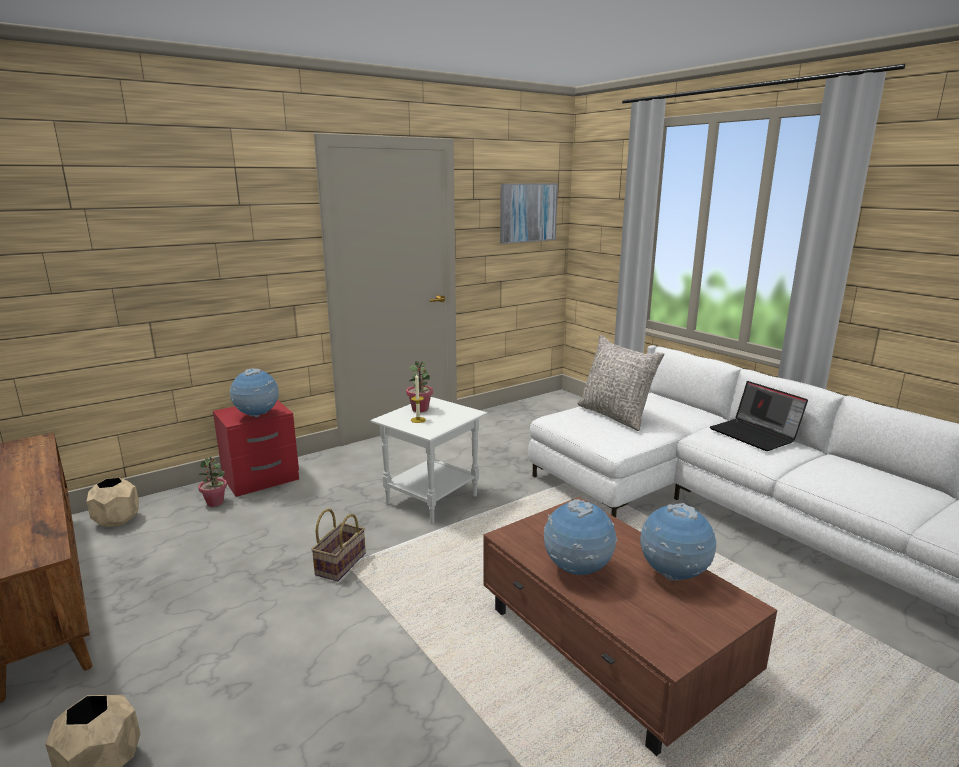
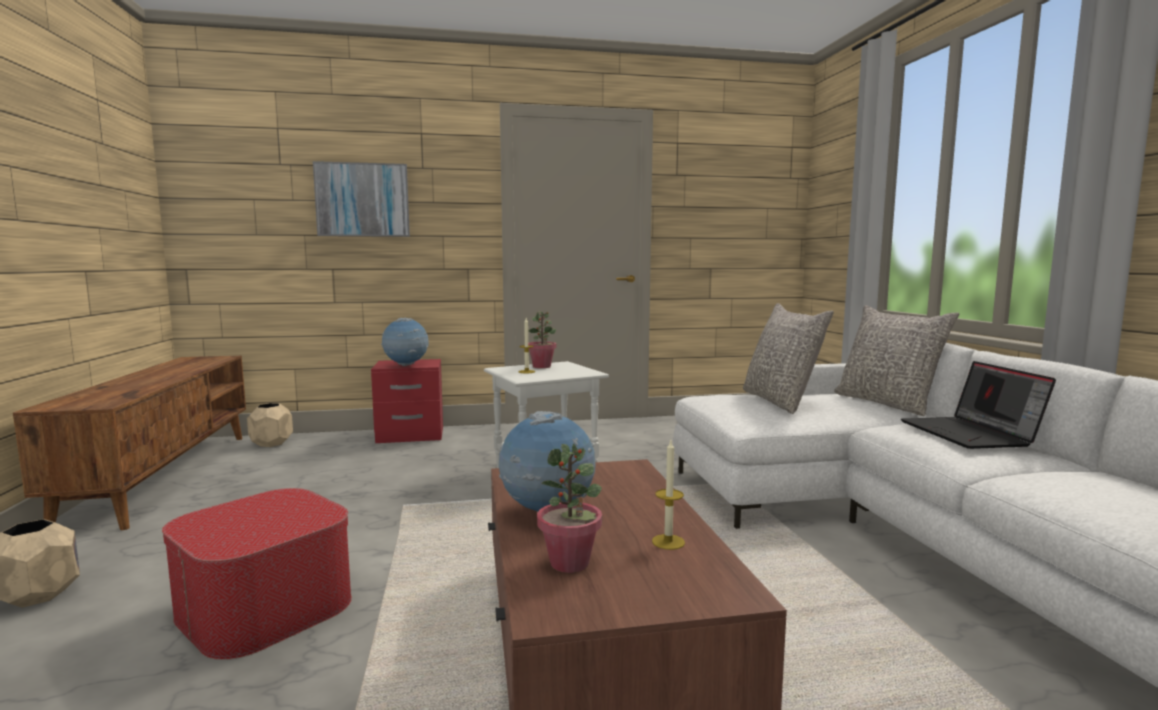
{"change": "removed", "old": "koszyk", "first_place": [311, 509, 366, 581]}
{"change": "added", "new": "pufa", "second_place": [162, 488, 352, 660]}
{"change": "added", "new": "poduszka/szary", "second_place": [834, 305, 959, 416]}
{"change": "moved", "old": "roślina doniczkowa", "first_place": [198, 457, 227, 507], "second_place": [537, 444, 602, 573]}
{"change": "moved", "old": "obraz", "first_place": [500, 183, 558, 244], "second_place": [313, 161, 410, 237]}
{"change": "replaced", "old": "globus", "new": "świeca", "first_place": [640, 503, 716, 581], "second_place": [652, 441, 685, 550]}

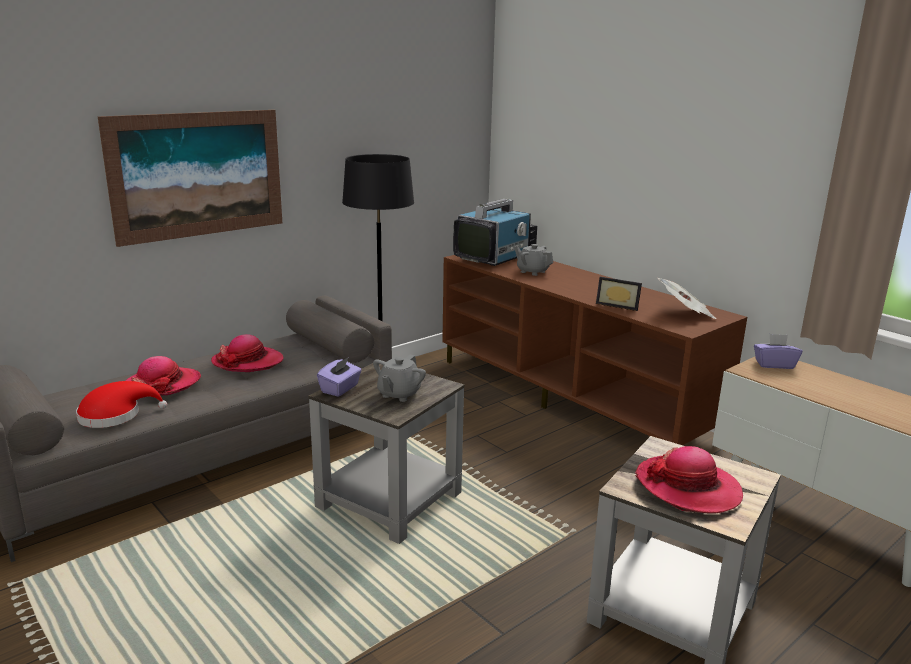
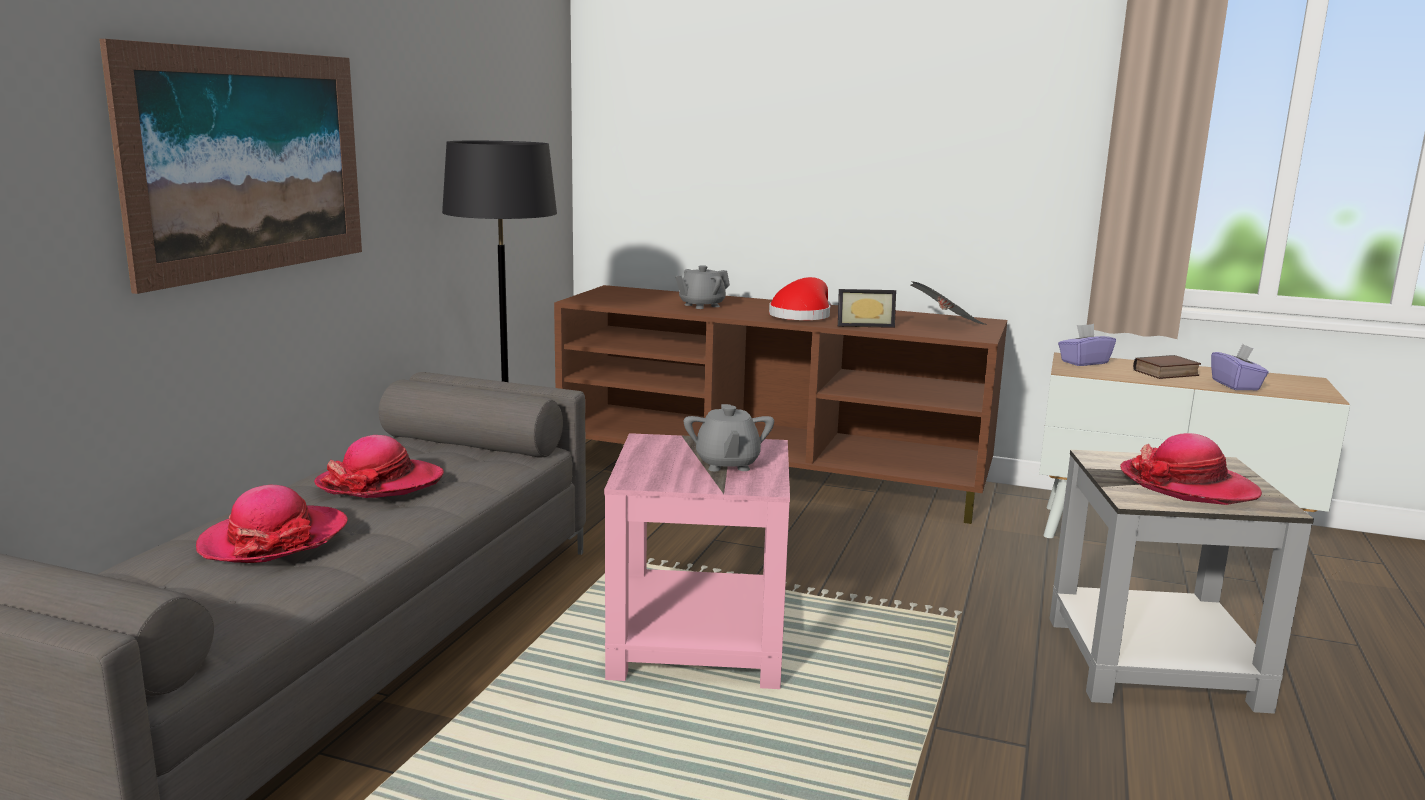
{"change": "removed", "old": "telewizor", "first_place": [453, 199, 537, 266]}
{"change": "added", "new": "książka", "second_place": [1133, 355, 1201, 379]}
{"change": "moved", "old": "kapelusz/czerwony", "first_place": [76, 381, 167, 428], "second_place": [769, 277, 831, 320]}
{"change": "moved", "old": "pudełko chusteczek/fioletowy", "first_place": [317, 357, 362, 397], "second_place": [1211, 344, 1269, 390]}
{"change": "recoloured", "old": "stolik/szary", "new": "stolik/różowy", "first_place": [308, 361, 465, 544], "second_place": [604, 433, 790, 689]}
{"change": "turned", "old": "imbryk/szary", "first_place": [514, 244, 553, 276], "second_place": [675, 265, 730, 309], "degrees": -45}

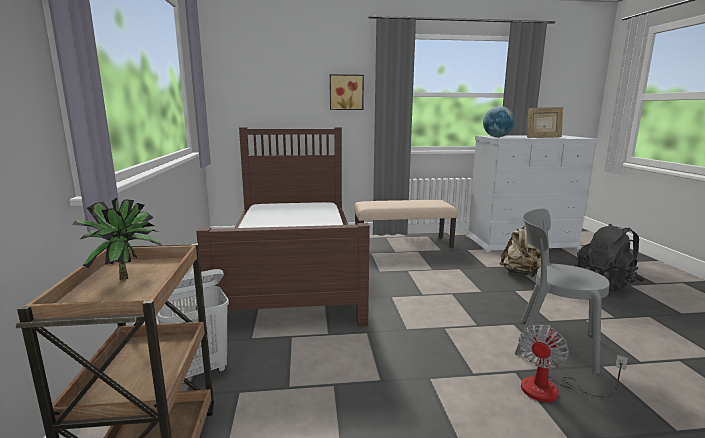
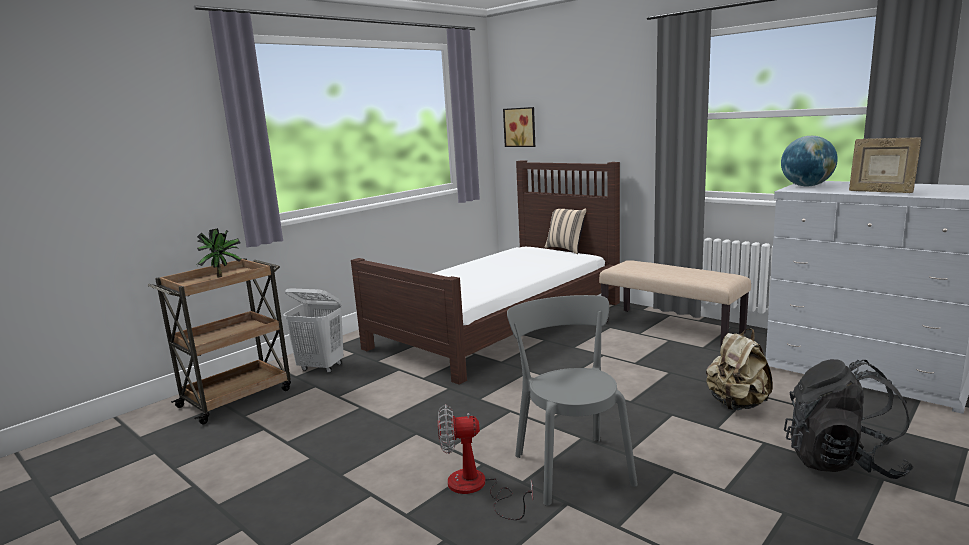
{"change": "added", "new": "poduszka/beżowy", "second_place": [545, 209, 586, 254]}
{"change": "moved", "old": "obraz", "first_place": [330, 74, 364, 110], "second_place": [503, 107, 535, 147]}

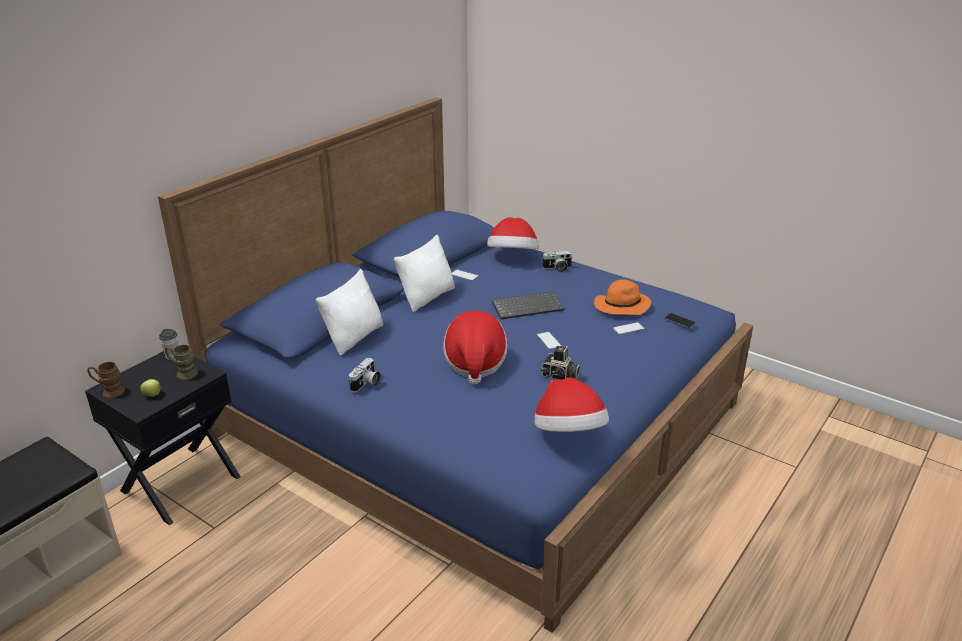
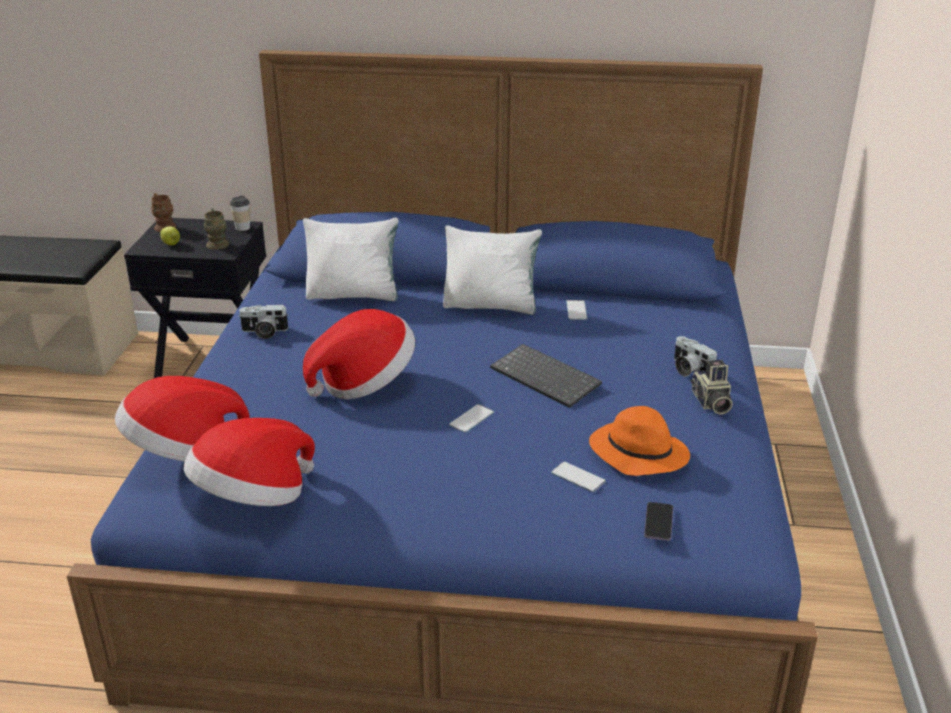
{"change": "moved", "old": "kapelusz", "first_place": [487, 217, 539, 249], "second_place": [115, 376, 250, 461]}
{"change": "moved", "old": "aparat fotograficzny", "first_place": [541, 346, 580, 380], "second_place": [690, 360, 733, 415]}

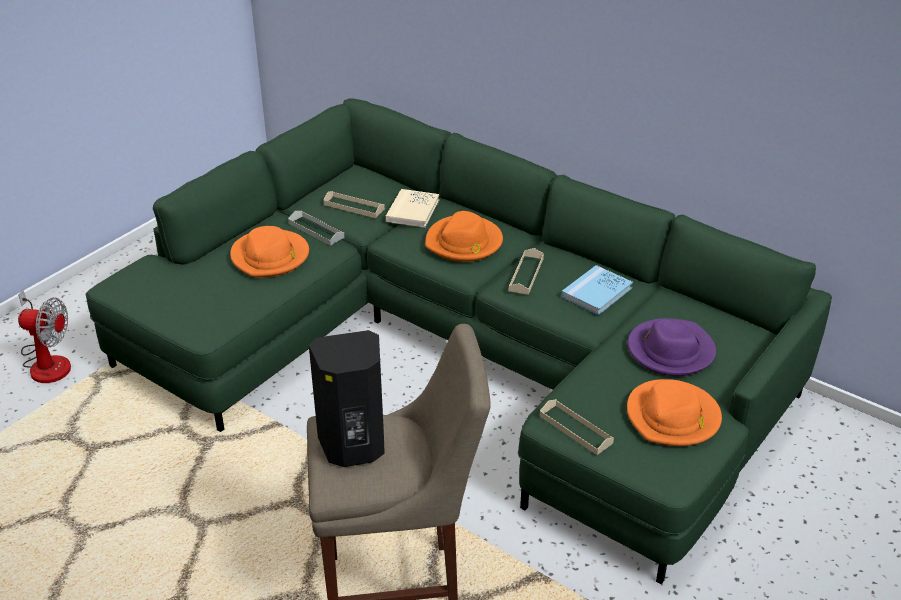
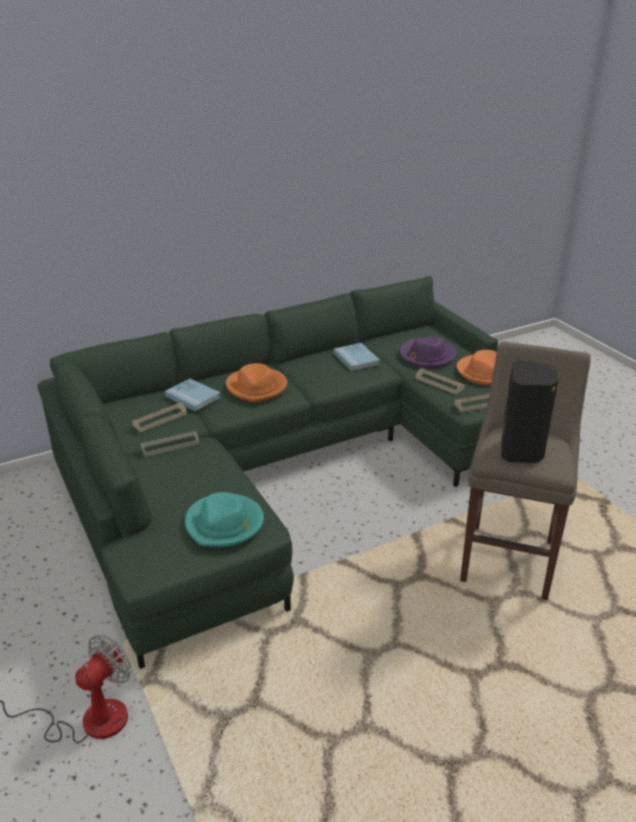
{"change": "removed", "old": "kapelusz/pomarańczowy", "first_place": [230, 226, 309, 278]}
{"change": "added", "new": "kapelusz/turkusowy", "second_place": [185, 492, 264, 547]}
{"change": "moved", "old": "taca/beżowy", "first_place": [509, 248, 544, 295], "second_place": [416, 368, 465, 395]}
{"change": "recoloured", "old": "książka/beżowy", "new": "książka/niebieski", "first_place": [386, 189, 439, 228], "second_place": [165, 379, 221, 411]}

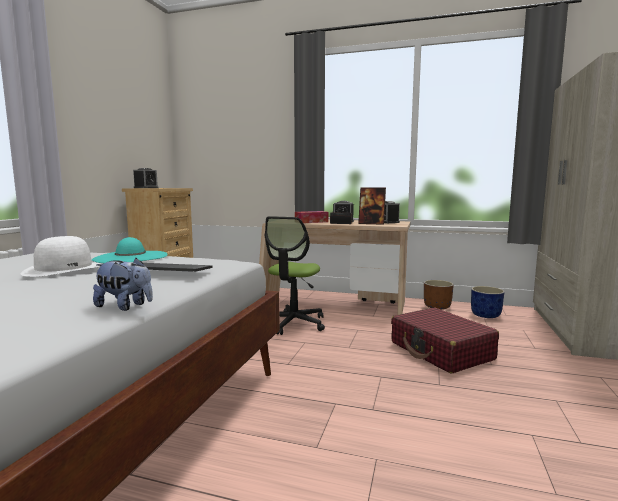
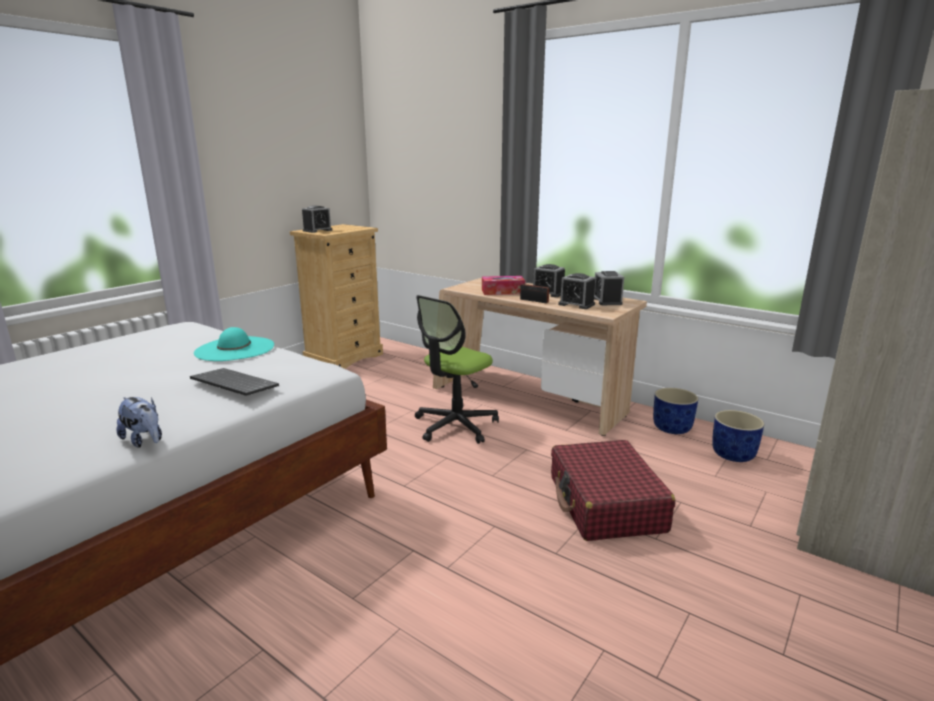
{"change": "removed", "old": "kapelusz/biały", "first_place": [21, 236, 101, 277]}
{"change": "replaced", "old": "ramka na zdjęcie", "new": "budzik", "first_place": [358, 187, 386, 225], "second_place": [558, 273, 595, 309]}
{"change": "recoloured", "old": "donica/brązowy", "new": "donica/niebieski", "first_place": [424, 280, 454, 310], "second_place": [653, 388, 698, 434]}

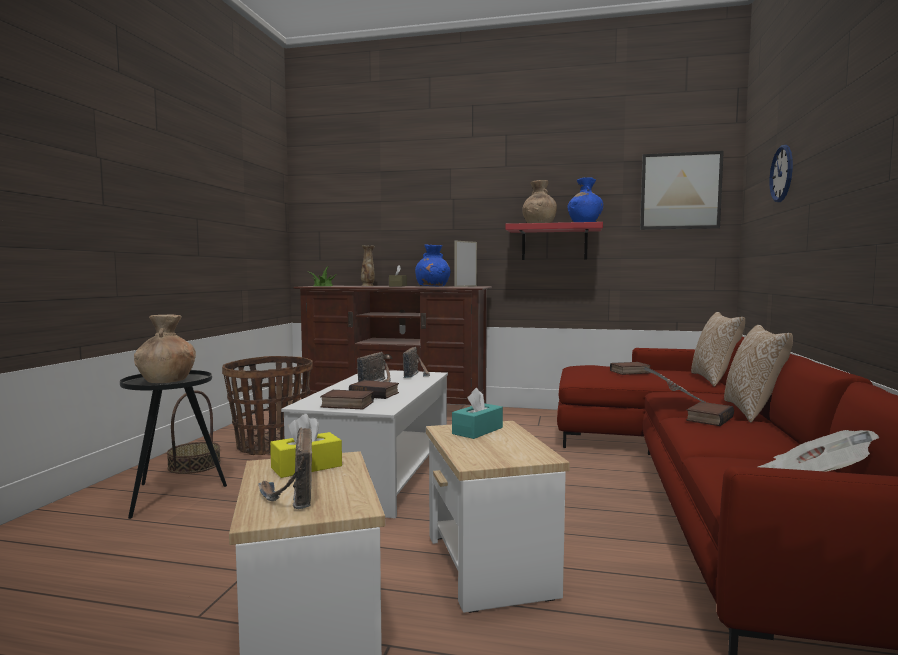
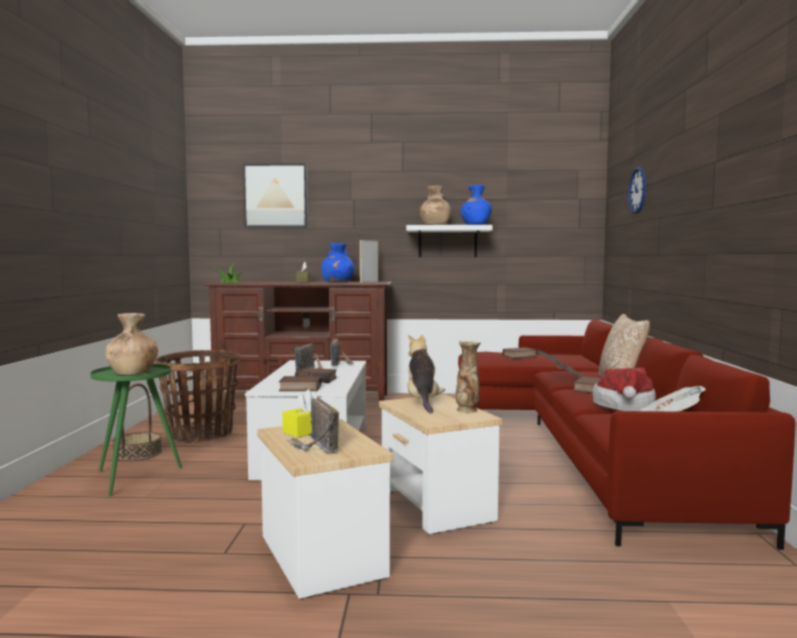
{"change": "removed", "old": "poduszka", "first_place": [691, 312, 745, 387]}
{"change": "added", "new": "kapelusz", "second_place": [592, 367, 656, 411]}
{"change": "moved", "old": "wazon", "first_place": [361, 245, 375, 286], "second_place": [456, 341, 480, 413]}
{"change": "moved", "old": "obraz", "first_place": [640, 151, 724, 230], "second_place": [242, 163, 308, 228]}
{"change": "replaced", "old": "pudełko chusteczek/turkusowy", "new": "pluszak", "first_place": [452, 388, 503, 439], "second_place": [407, 335, 445, 413]}
{"change": "recoloured", "old": "stolik/czarny", "new": "stolik/zielony", "first_place": [120, 370, 227, 519], "second_place": [90, 364, 182, 496]}
{"change": "recoloured", "old": "półka/czerwony", "new": "półka/biały", "first_place": [505, 222, 603, 260], "second_place": [406, 225, 493, 257]}

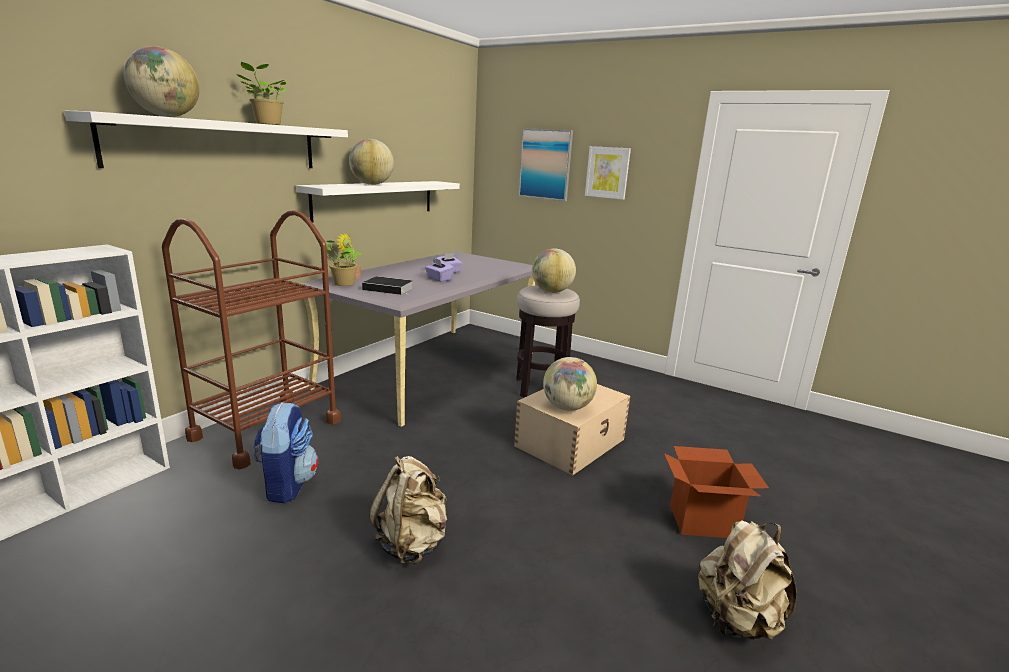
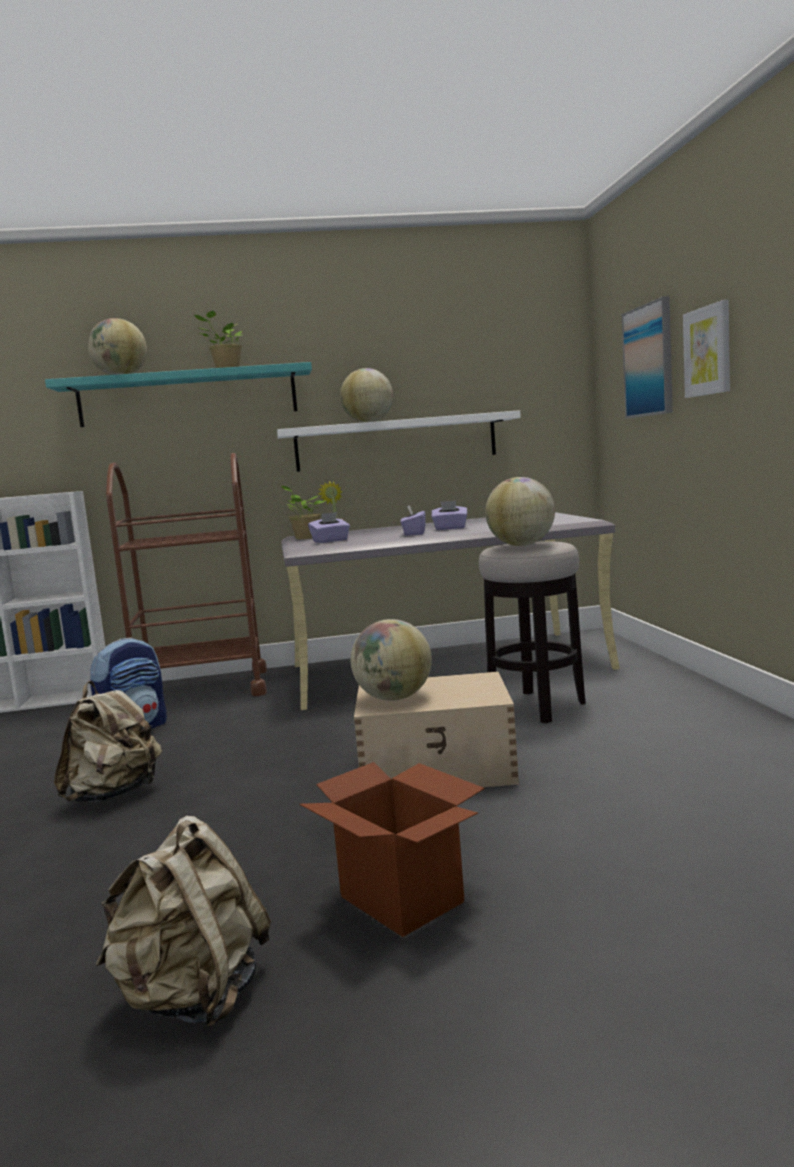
{"change": "replaced", "old": "książka", "new": "pudełko chusteczek/fioletowy", "first_place": [362, 276, 413, 295], "second_place": [308, 512, 350, 543]}
{"change": "recoloured", "old": "półka/biały", "new": "półka/turkusowy", "first_place": [64, 111, 348, 168], "second_place": [45, 362, 312, 427]}

